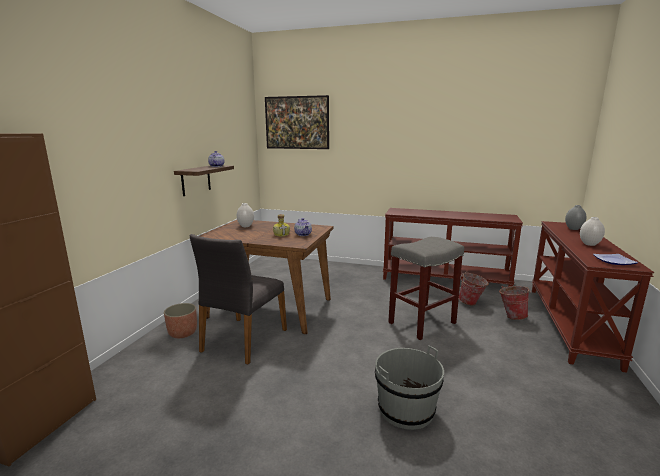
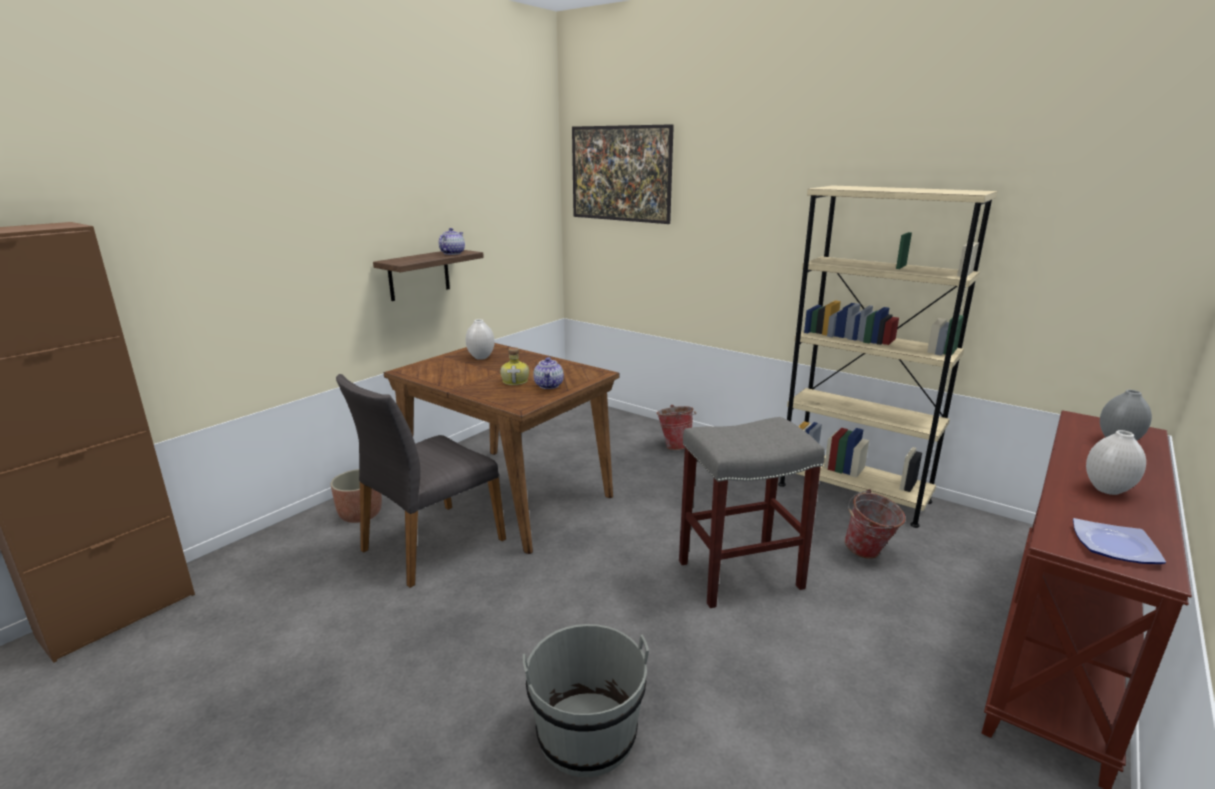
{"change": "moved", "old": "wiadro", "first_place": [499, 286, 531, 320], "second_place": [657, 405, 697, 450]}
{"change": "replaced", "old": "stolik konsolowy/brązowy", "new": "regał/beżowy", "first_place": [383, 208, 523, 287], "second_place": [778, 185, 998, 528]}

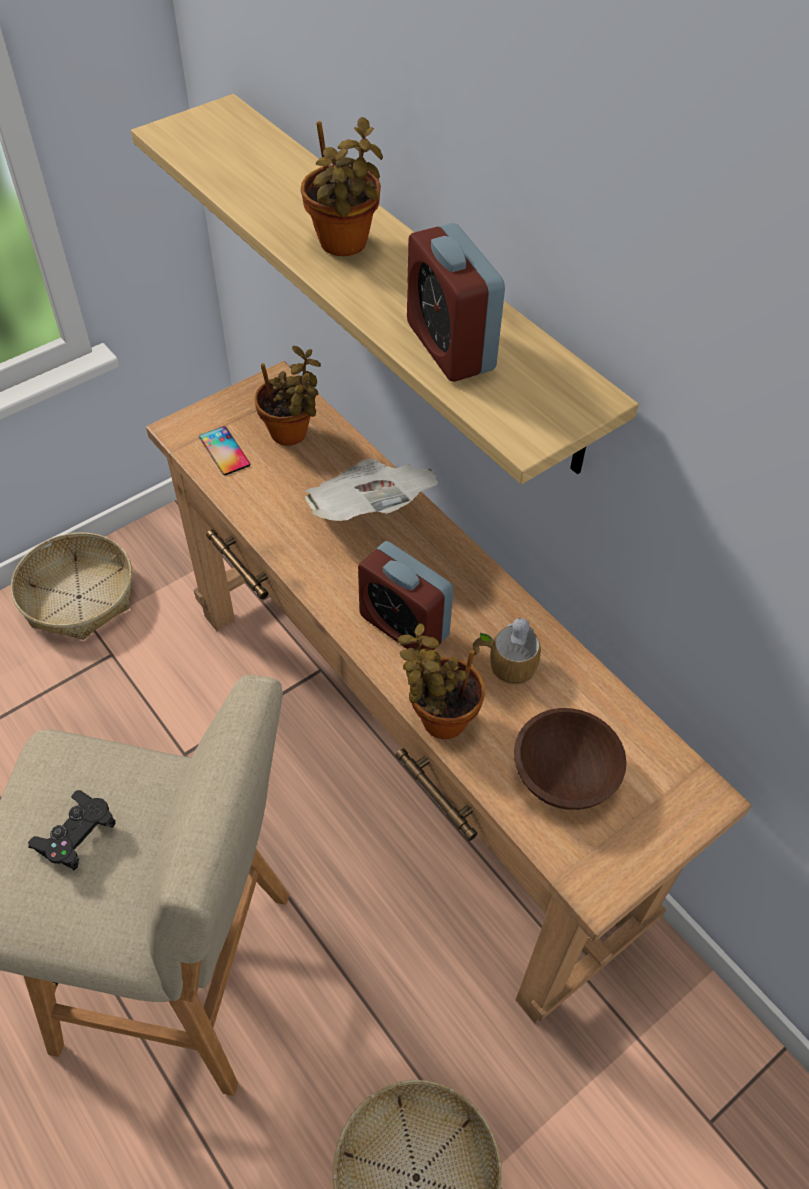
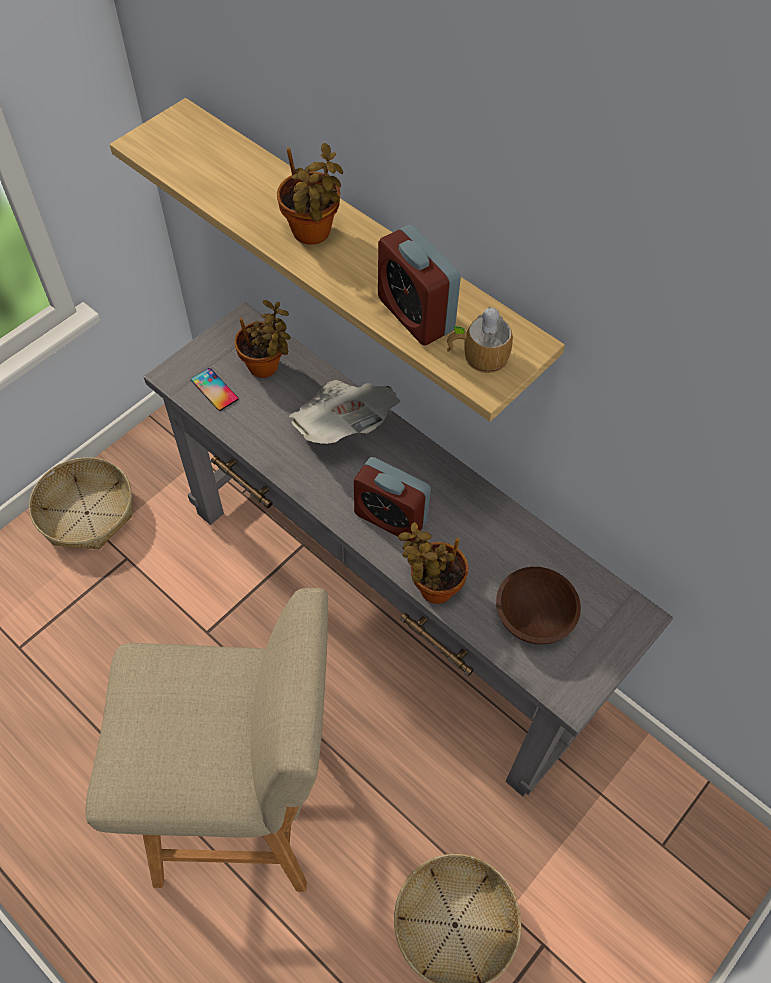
{"change": "removed", "old": "pad do gier/czarny", "first_place": [28, 790, 116, 870]}
{"change": "moved", "old": "kubek", "first_place": [473, 618, 541, 684], "second_place": [447, 307, 513, 373]}
{"change": "recoloured", "old": "stolik konsolowy/brązowy", "new": "stolik konsolowy/szary", "first_place": [146, 361, 752, 1023], "second_place": [144, 302, 673, 796]}

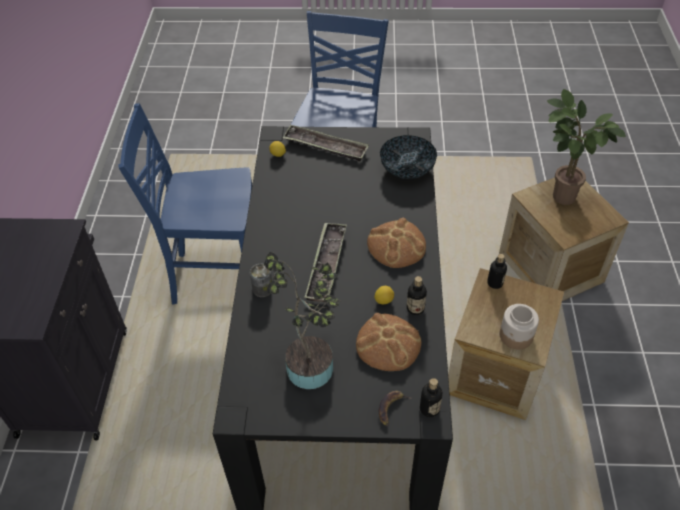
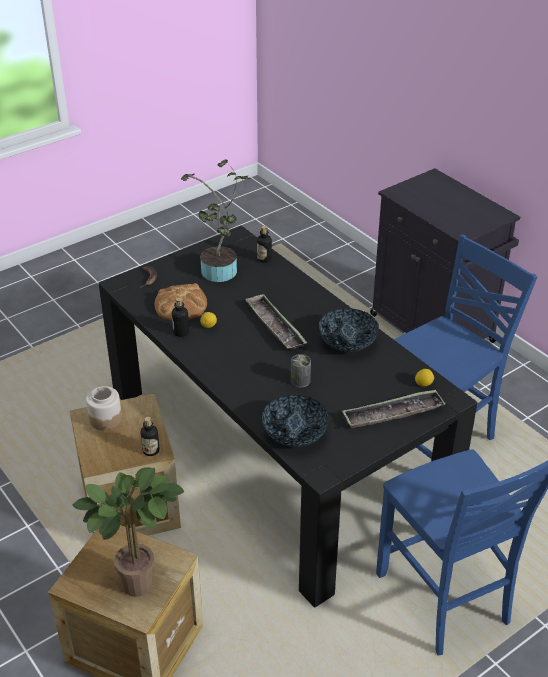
{"change": "removed", "old": "chleb", "first_place": [367, 218, 426, 268]}
{"change": "added", "new": "miska", "second_place": [319, 308, 379, 352]}
{"change": "moved", "old": "puszka", "first_place": [250, 264, 272, 297], "second_place": [291, 354, 311, 388]}
{"change": "moved", "old": "butelka", "first_place": [420, 378, 443, 417], "second_place": [257, 226, 272, 263]}

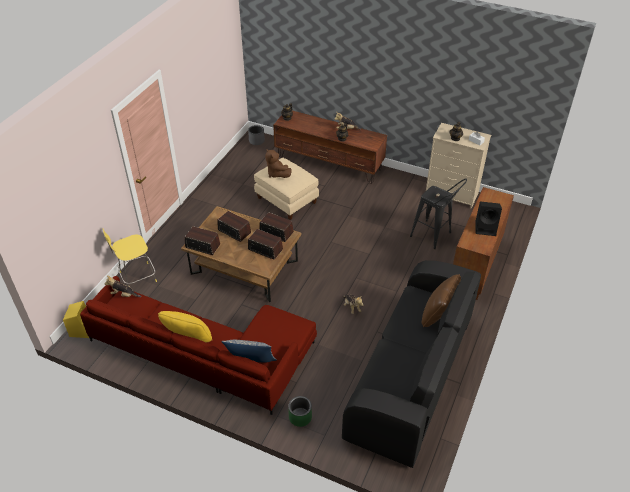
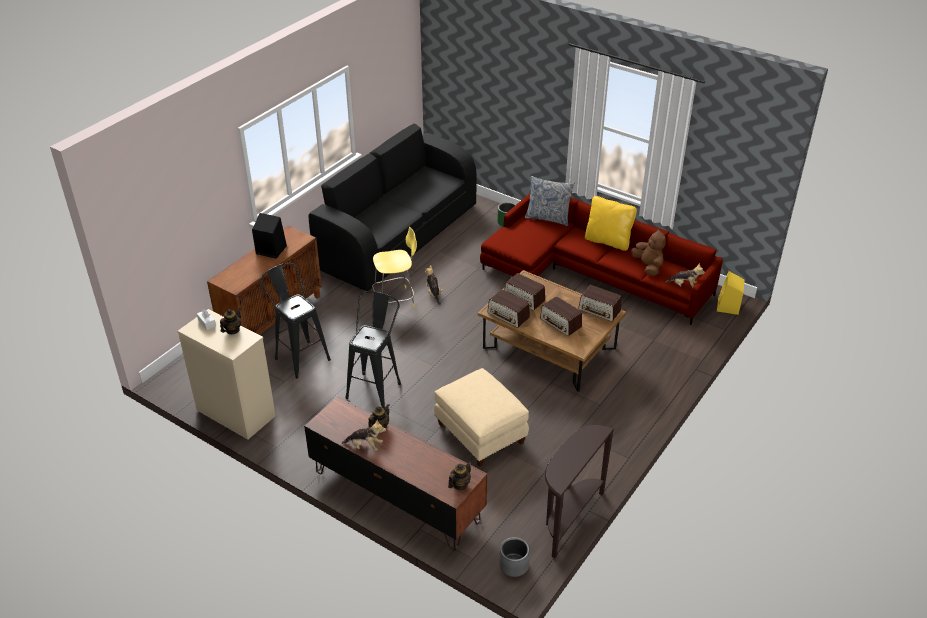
{"change": "removed", "old": "poduszka/brązowy", "first_place": [421, 274, 461, 327]}
{"change": "added", "new": "stołek/czarny", "second_place": [346, 291, 401, 408]}
{"change": "added", "new": "stolik konsolowy/brązowy", "second_place": [545, 425, 614, 558]}
{"change": "moved", "old": "stołek/żółty", "first_place": [102, 228, 157, 286], "second_place": [372, 227, 417, 308]}
{"change": "moved", "old": "pluszak/brązowy", "first_place": [265, 149, 292, 178], "second_place": [631, 229, 666, 276]}

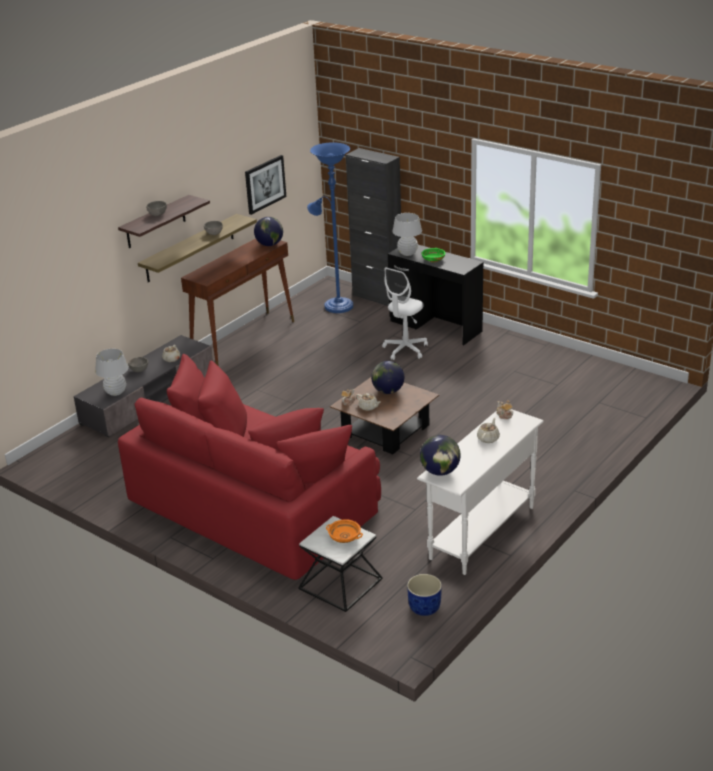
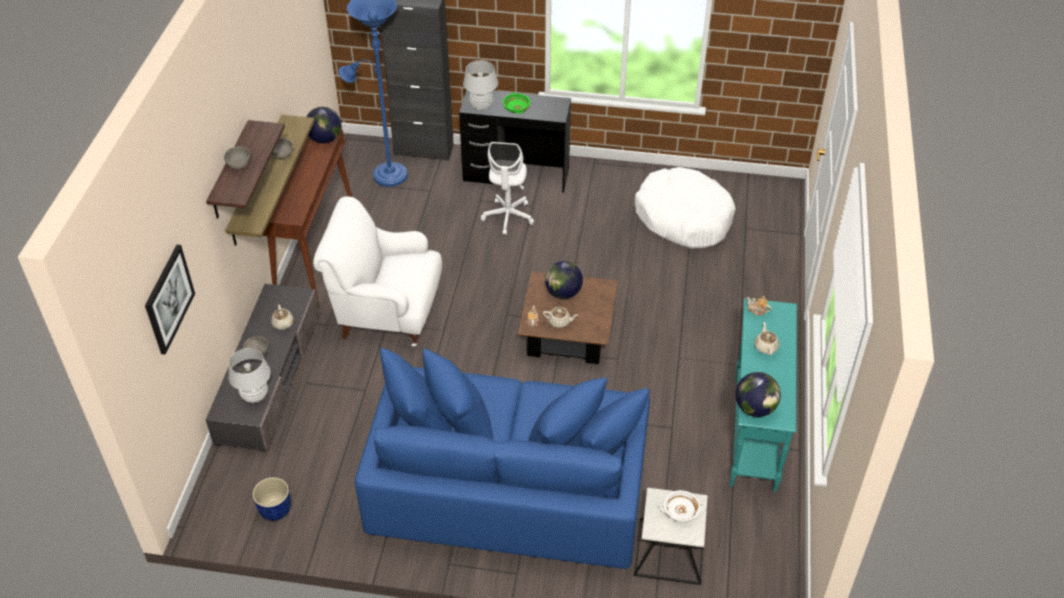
{"change": "added", "new": "fotel/biały", "second_place": [313, 196, 442, 347]}
{"change": "added", "new": "legowisko/biały", "second_place": [635, 167, 736, 249]}
{"change": "moved", "old": "obraz", "first_place": [245, 155, 286, 215], "second_place": [145, 245, 195, 355]}
{"change": "moved", "old": "donica/niebieski", "first_place": [407, 574, 442, 616], "second_place": [253, 477, 291, 521]}
{"change": "recoloured", "old": "kanapa/czerwony", "new": "kanapa/niebieski", "first_place": [118, 354, 381, 580], "second_place": [355, 348, 650, 569]}
{"change": "recoloured", "old": "miska/pomarańczowy", "new": "miska/biały", "first_place": [326, 519, 363, 543], "second_place": [660, 490, 704, 522]}
{"change": "recoloured", "old": "stolik konsolowy/biały", "new": "stolik konsolowy/turkusowy", "first_place": [417, 409, 544, 575], "second_place": [730, 298, 797, 492]}

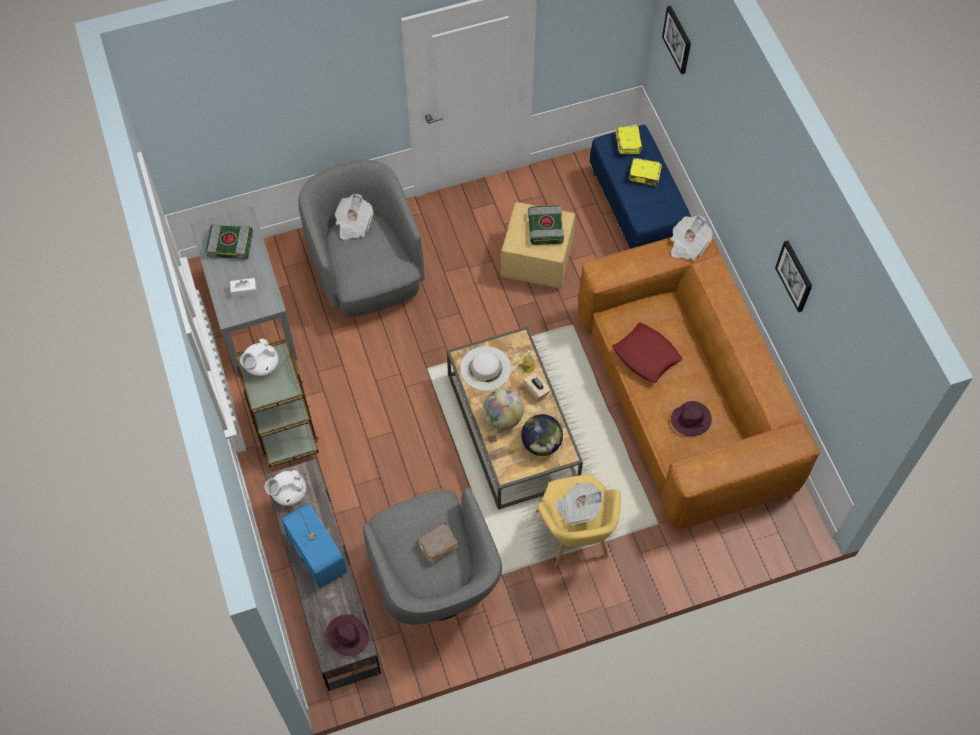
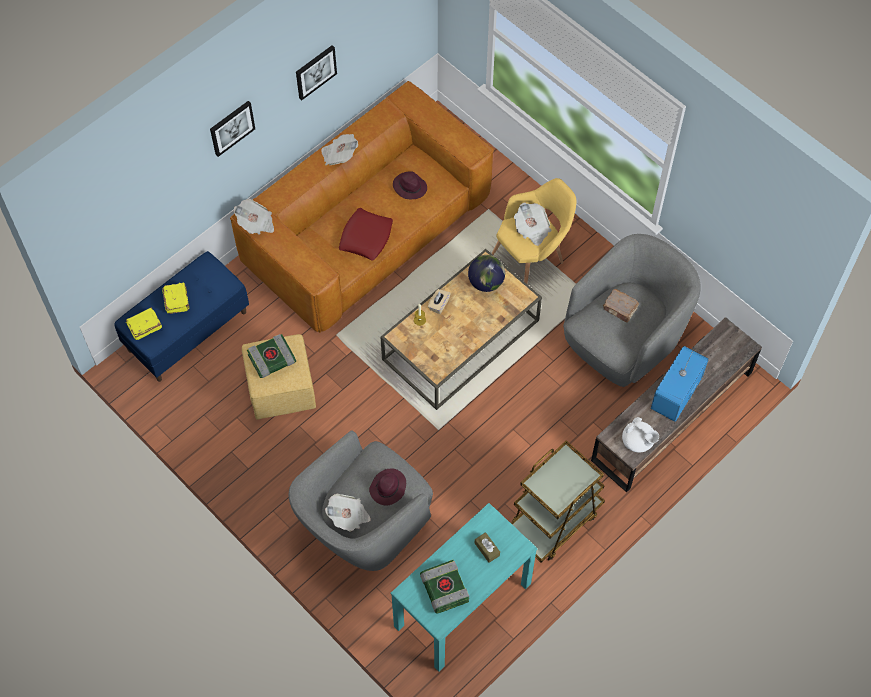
{"change": "removed", "old": "imbryk/biały", "first_place": [240, 339, 278, 376]}
{"change": "removed", "old": "kapelusz/biały", "first_place": [461, 346, 511, 391]}
{"change": "removed", "old": "globus", "first_place": [482, 389, 524, 430]}
{"change": "added", "new": "gazeta", "second_place": [321, 134, 358, 165]}
{"change": "moved", "old": "kapelusz/fioletowy", "first_place": [326, 614, 368, 656], "second_place": [369, 468, 406, 505]}
{"change": "moved", "old": "obraz", "first_place": [662, 6, 691, 74], "second_place": [210, 101, 255, 157]}
{"change": "recoloured", "old": "stolik konsolowy/szary", "new": "stolik konsolowy/turkusowy", "first_place": [190, 206, 298, 378], "second_place": [391, 503, 538, 672]}
{"change": "recoloured", "old": "pudełko chusteczek/biały", "new": "pudełko chusteczek/brązowy", "first_place": [230, 278, 257, 297], "second_place": [475, 532, 500, 563]}

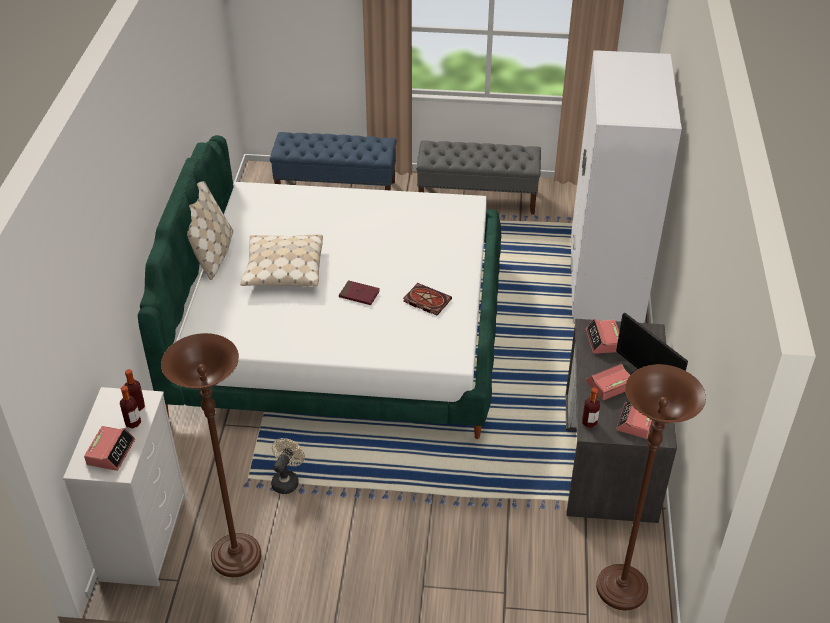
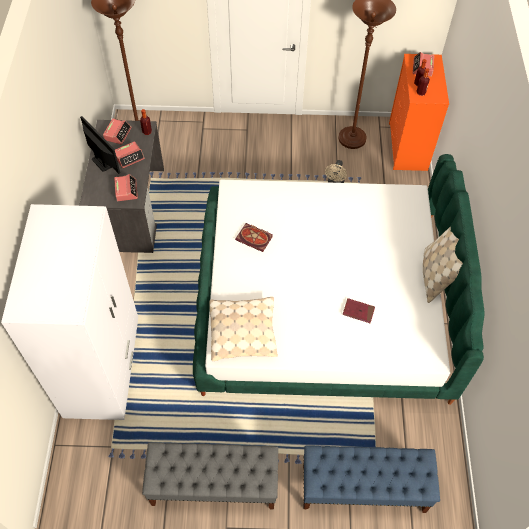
{"change": "moved", "old": "poduszka/beżowy", "first_place": [240, 234, 323, 287], "second_place": [209, 297, 278, 361]}
{"change": "moved", "old": "książka/czerwony", "first_place": [339, 280, 380, 305], "second_place": [342, 298, 375, 323]}
{"change": "recoloured", "old": "komoda/biały", "new": "komoda/pomarańczowy", "first_place": [63, 387, 186, 586], "second_place": [389, 54, 449, 171]}

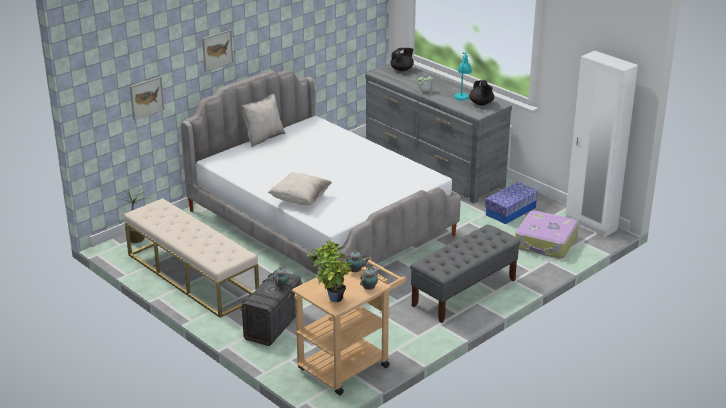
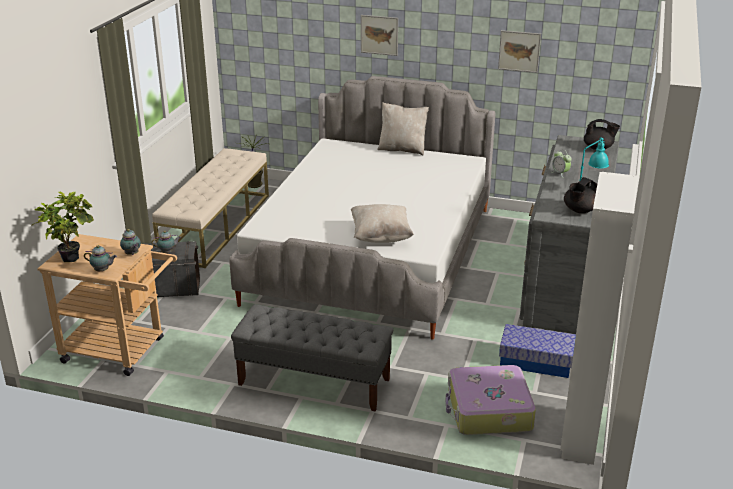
{"change": "moved", "old": "obraz", "first_place": [130, 77, 164, 120], "second_place": [498, 30, 541, 73]}
{"change": "moved", "old": "poduszka/beżowy", "first_place": [268, 172, 332, 206], "second_place": [351, 204, 414, 243]}

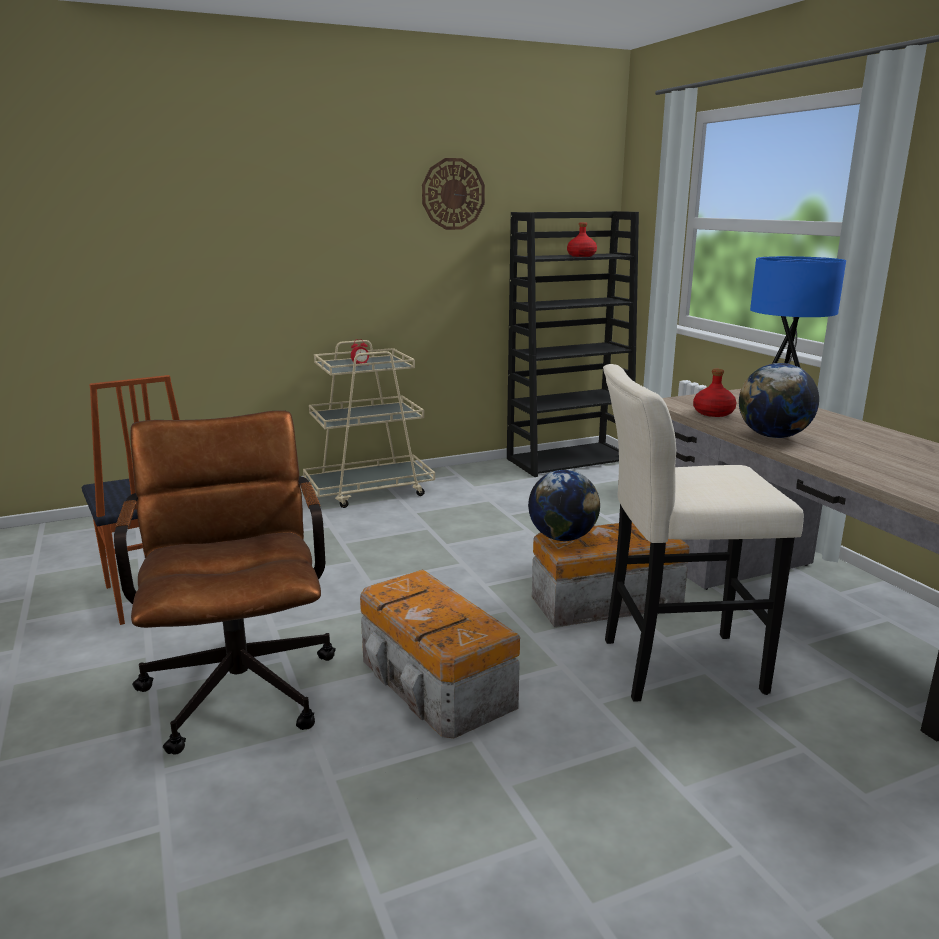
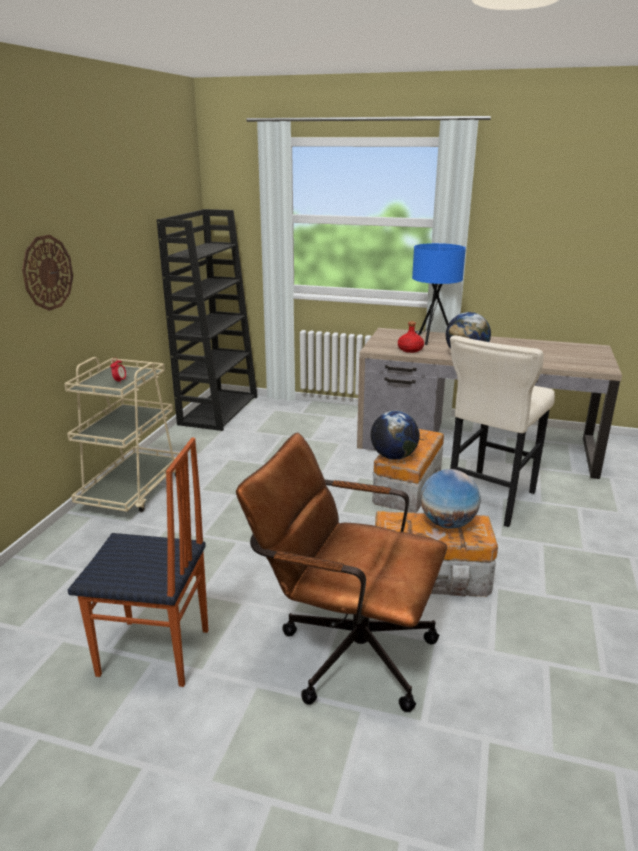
{"change": "removed", "old": "butelka/czerwony", "first_place": [567, 223, 597, 257]}
{"change": "added", "new": "globus", "second_place": [420, 469, 481, 529]}
{"change": "moved", "old": "zegar ścienny", "first_place": [422, 158, 485, 230], "second_place": [22, 235, 73, 311]}

